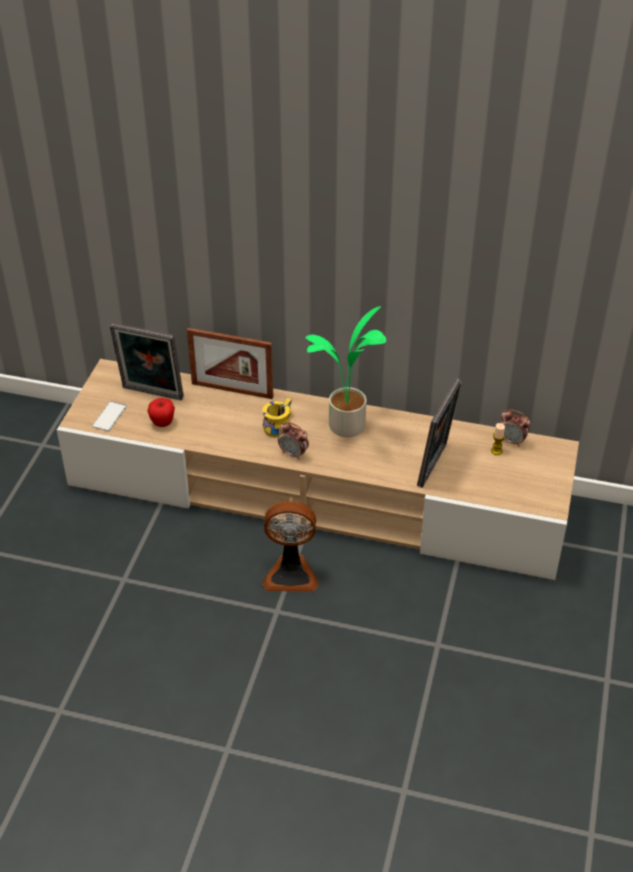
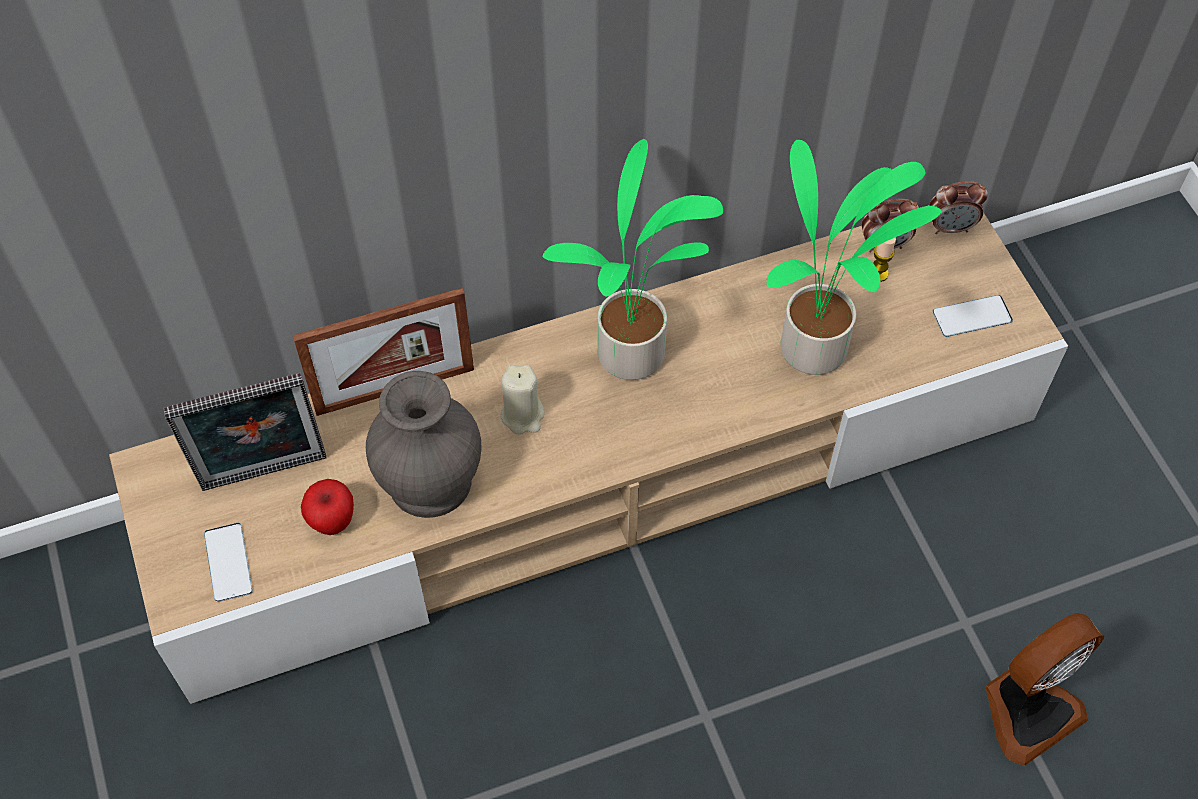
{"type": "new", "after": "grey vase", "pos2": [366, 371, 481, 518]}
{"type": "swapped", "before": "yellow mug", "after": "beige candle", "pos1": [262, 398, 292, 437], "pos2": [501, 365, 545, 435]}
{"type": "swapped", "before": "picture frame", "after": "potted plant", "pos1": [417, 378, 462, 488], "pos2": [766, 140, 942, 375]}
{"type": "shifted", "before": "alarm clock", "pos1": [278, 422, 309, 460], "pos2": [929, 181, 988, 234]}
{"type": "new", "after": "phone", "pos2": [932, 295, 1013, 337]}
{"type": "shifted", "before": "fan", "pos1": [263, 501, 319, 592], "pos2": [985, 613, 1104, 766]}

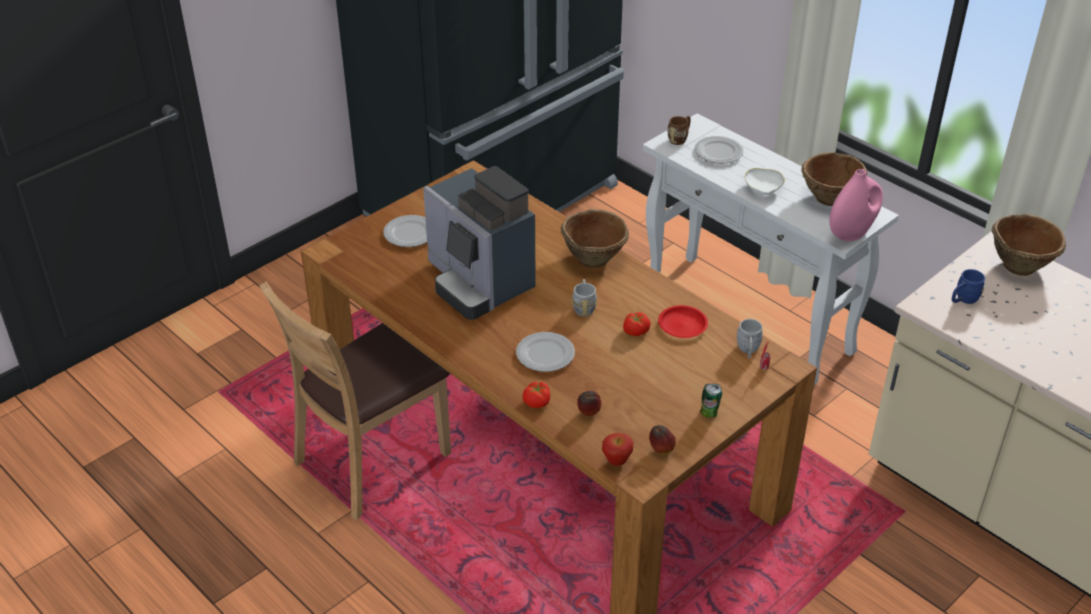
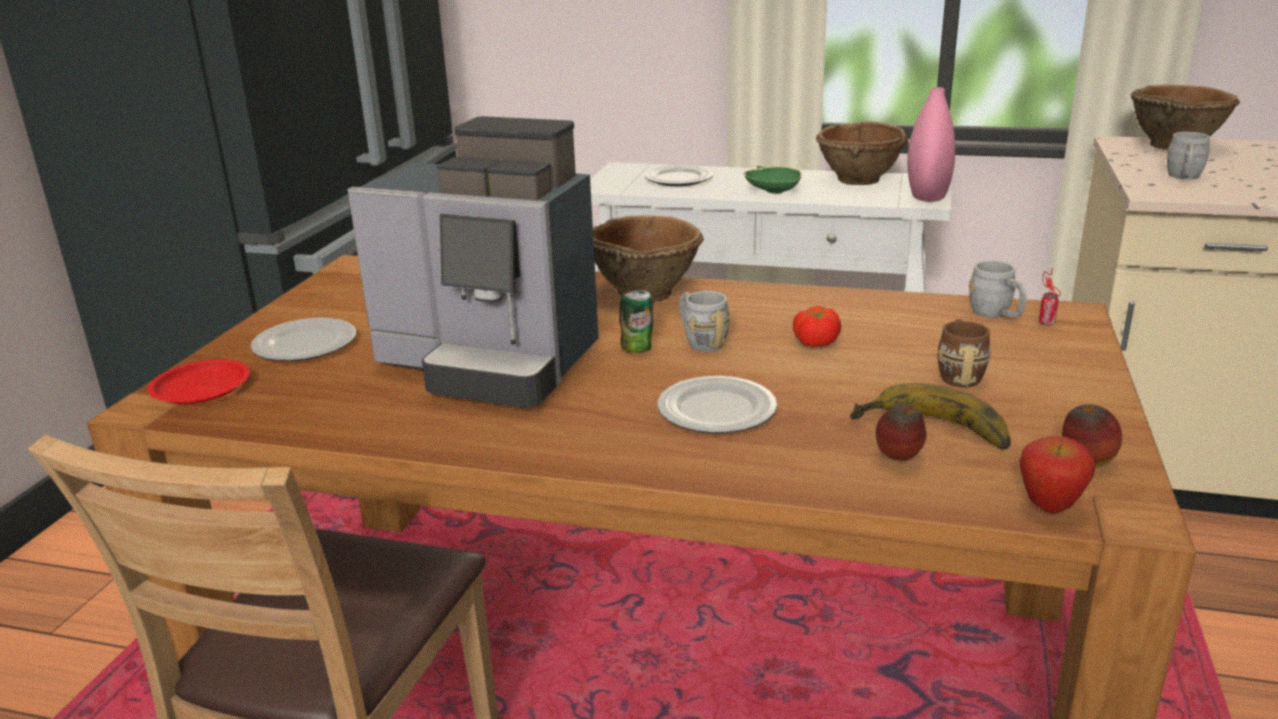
{"type": "shifted", "before": "red plate", "pos1": [658, 305, 708, 338], "pos2": [147, 359, 250, 404]}
{"type": "shifted", "before": "can", "pos1": [700, 384, 722, 418], "pos2": [619, 290, 653, 353]}
{"type": "repainted", "before": "white bowl", "after": "green bowl", "pos1": [744, 165, 785, 195], "pos2": [744, 166, 802, 194]}
{"type": "new", "after": "banana", "pos2": [850, 383, 1011, 450]}
{"type": "shifted", "before": "brown mug", "pos1": [667, 116, 691, 145], "pos2": [938, 319, 991, 387]}
{"type": "repainted", "before": "blue mug", "after": "grey mug", "pos1": [952, 269, 985, 304], "pos2": [1167, 132, 1210, 179]}
{"type": "gone", "before": "tomato", "pos1": [523, 382, 550, 408]}

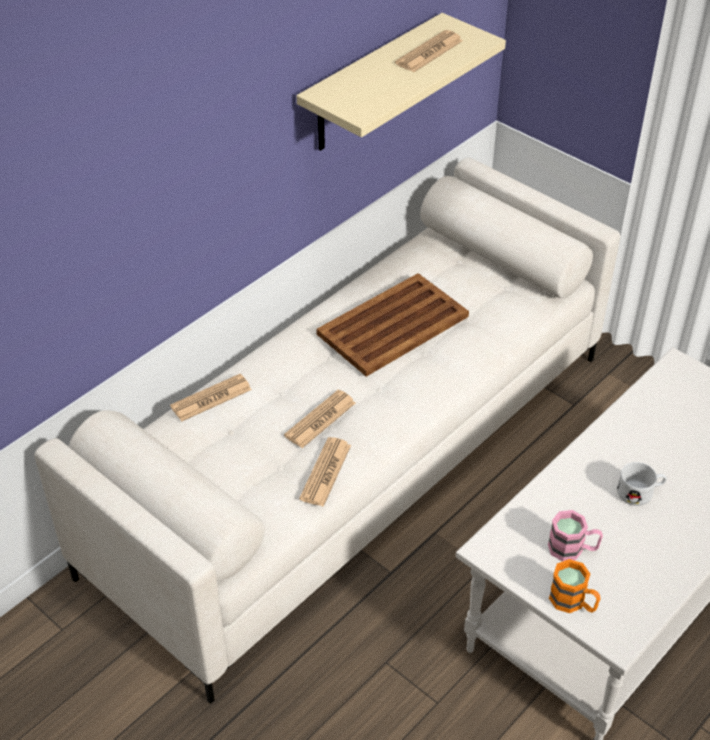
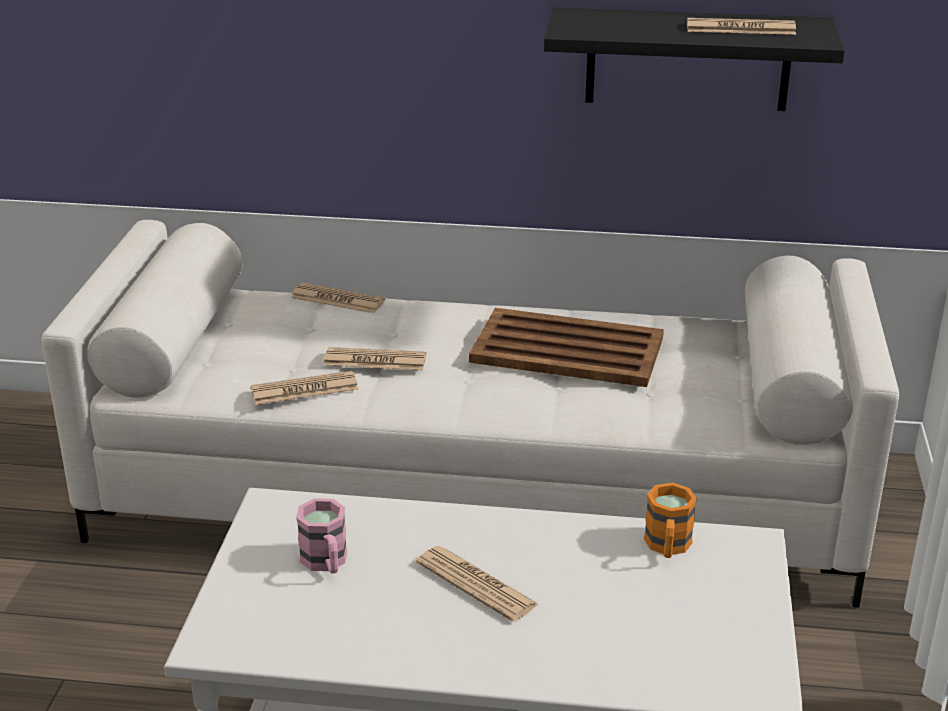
{"type": "swapped", "before": "white mug", "after": "newspaper", "pos1": [617, 462, 667, 506], "pos2": [416, 546, 539, 622]}
{"type": "repainted", "before": "beige shelf", "after": "black shelf", "pos1": [297, 13, 506, 151], "pos2": [544, 7, 845, 111]}
{"type": "shifted", "before": "orange mug", "pos1": [549, 559, 601, 613], "pos2": [644, 483, 697, 558]}

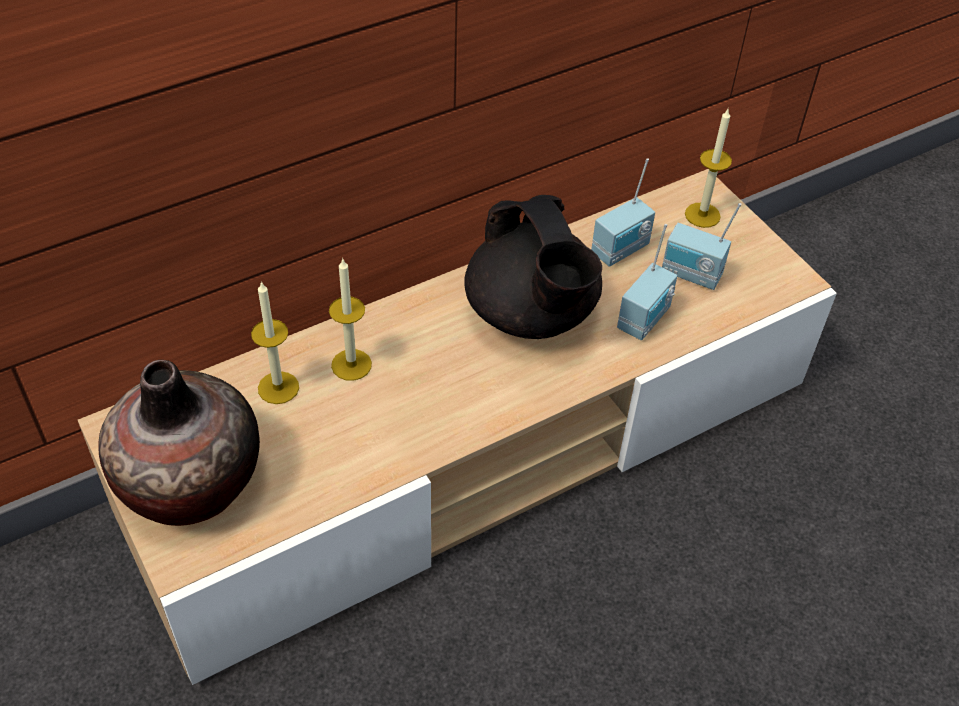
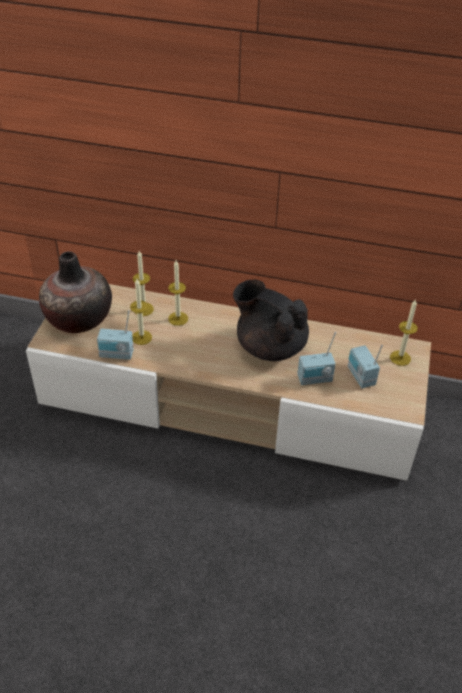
{"type": "shifted", "before": "radio", "pos1": [591, 158, 655, 267], "pos2": [97, 310, 134, 360]}
{"type": "new", "after": "candle", "pos2": [130, 279, 152, 345]}
{"type": "rotated", "before": "black teapot", "pos1": [464, 195, 602, 339], "pos2": [233, 280, 309, 361], "turn": 105}

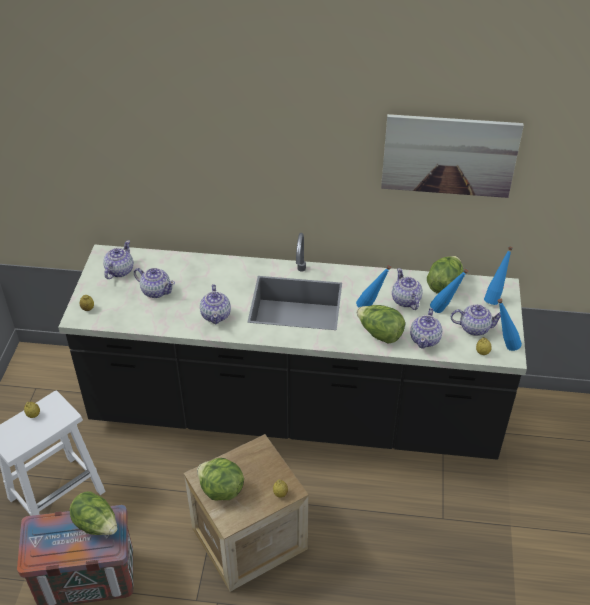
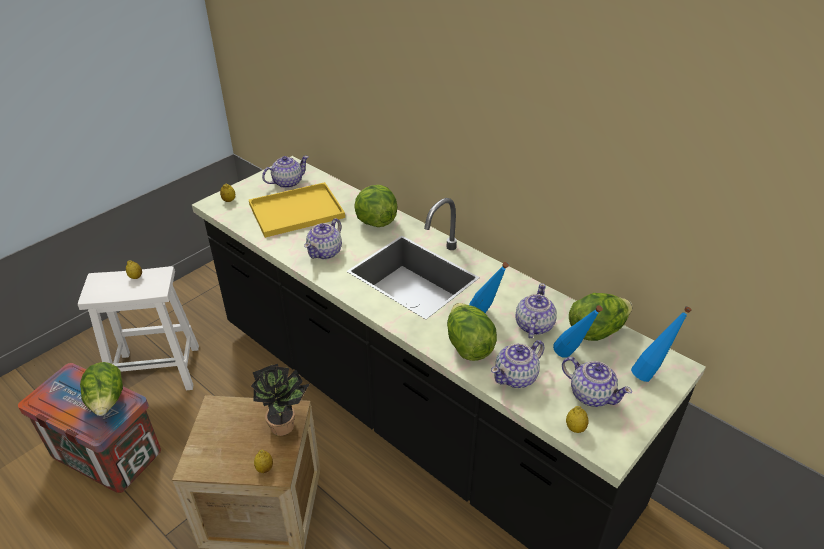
{"type": "swapped", "before": "teapot", "after": "yellow tray", "pos1": [134, 268, 175, 298], "pos2": [249, 182, 345, 238]}
{"type": "new", "after": "potted plant", "pos2": [251, 364, 309, 436]}
{"type": "shifted", "before": "lettuce", "pos1": [197, 458, 244, 500], "pos2": [354, 185, 397, 227]}
{"type": "gone", "before": "picture", "pos1": [381, 114, 524, 198]}
{"type": "gone", "before": "blue bottle", "pos1": [497, 298, 522, 351]}

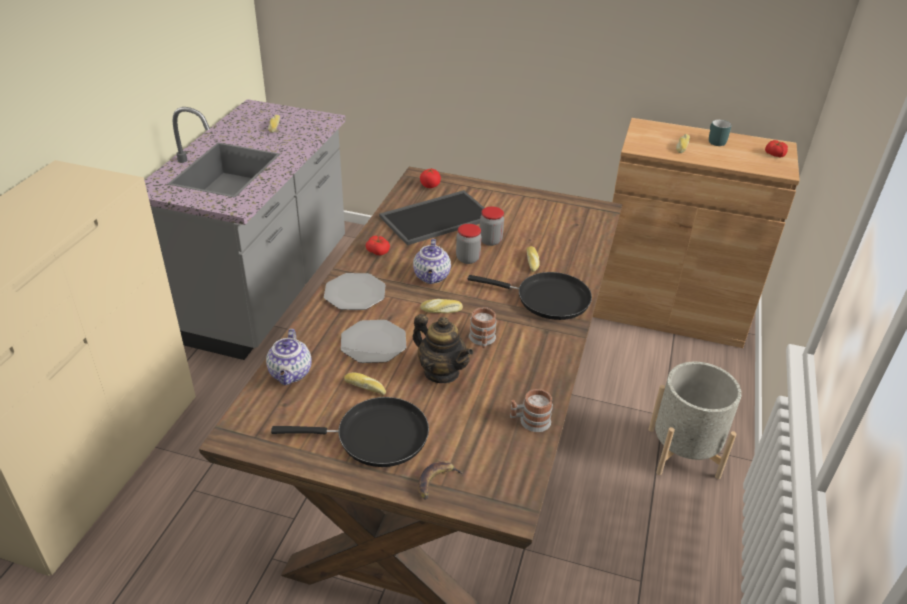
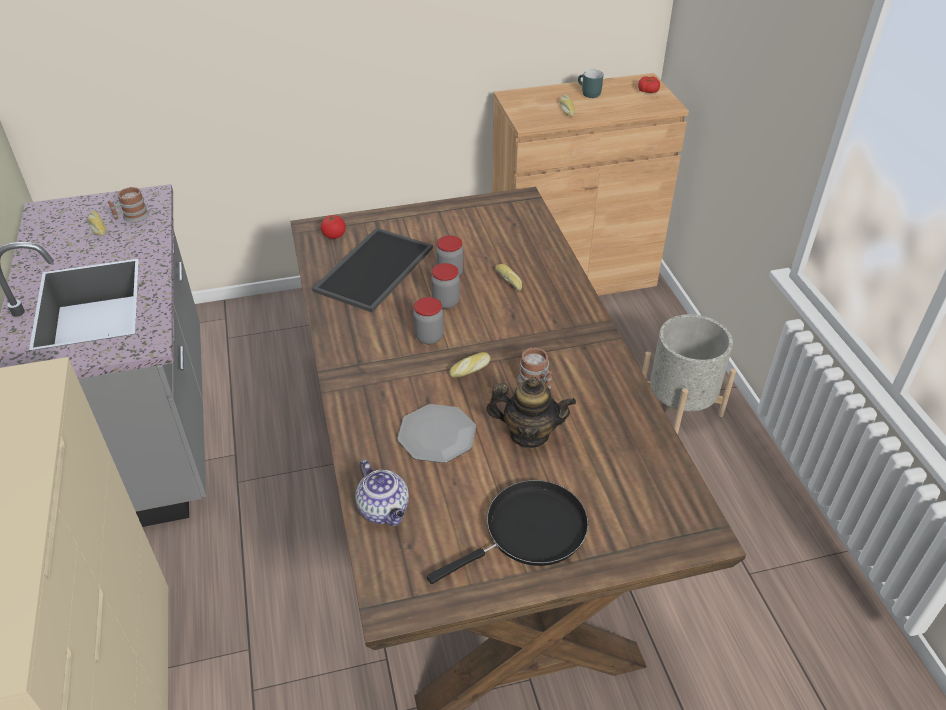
{"type": "shifted", "before": "mug", "pos1": [510, 389, 553, 432], "pos2": [107, 187, 149, 223]}
{"type": "swapped", "before": "teapot", "after": "jar", "pos1": [413, 239, 451, 284], "pos2": [413, 297, 444, 344]}
{"type": "gone", "before": "plate", "pos1": [324, 273, 385, 310]}
{"type": "gone", "before": "bread", "pos1": [344, 372, 386, 395]}
{"type": "gone", "before": "tomato", "pos1": [366, 236, 390, 255]}
{"type": "gone", "before": "banana", "pos1": [418, 461, 463, 500]}
{"type": "gone", "before": "black frying pan", "pos1": [468, 272, 592, 320]}

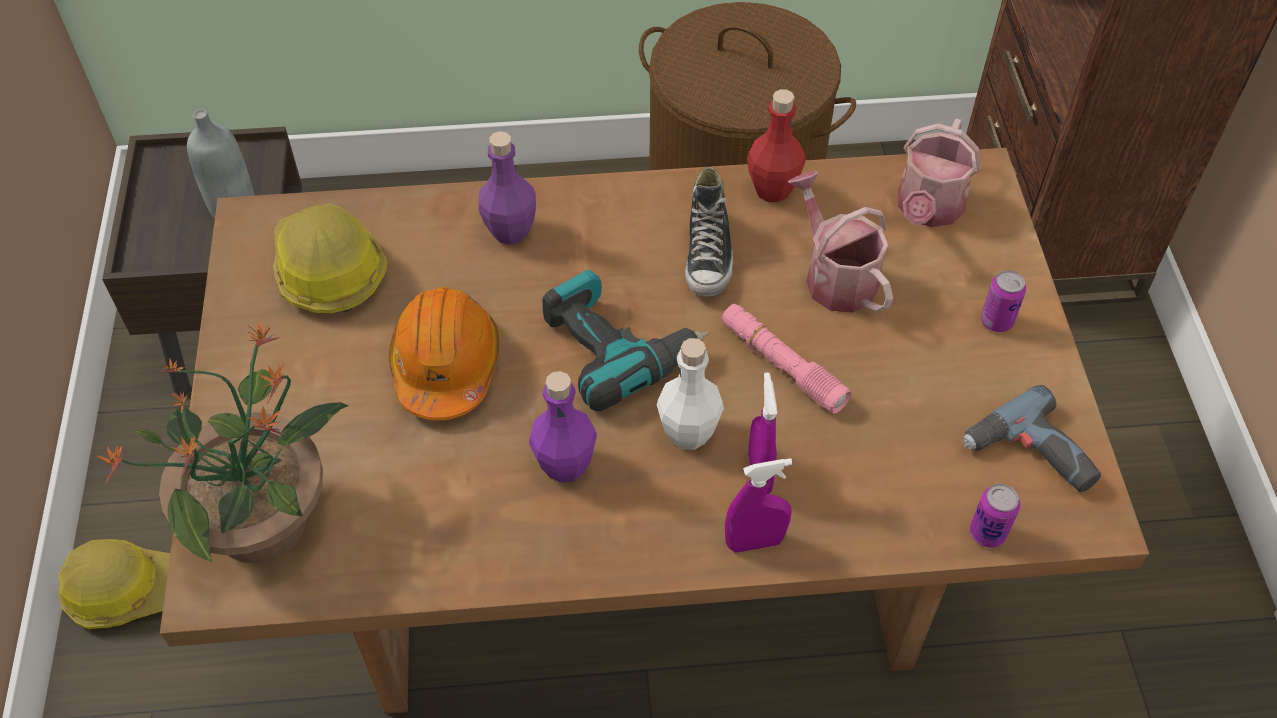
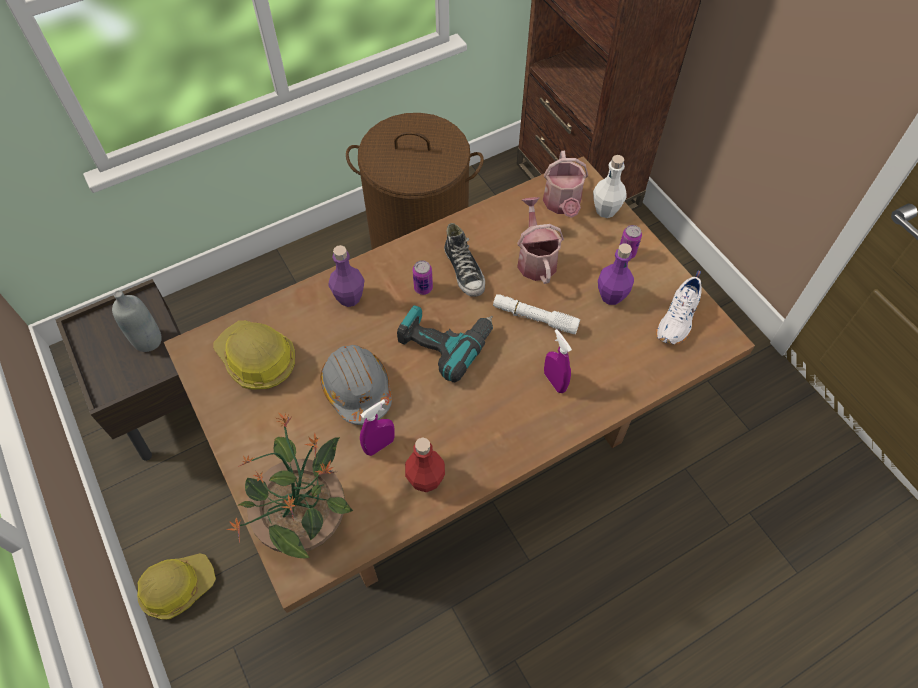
{"type": "repainted", "before": "orange hard hat", "after": "grey hard hat", "pos1": [389, 287, 499, 420], "pos2": [320, 345, 392, 425]}
{"type": "shifted", "before": "purple spray bottle", "pos1": [725, 458, 792, 553], "pos2": [360, 399, 395, 456]}
{"type": "shifted", "before": "red bottle", "pos1": [747, 89, 806, 202], "pos2": [405, 437, 445, 492]}
{"type": "shifted", "before": "can", "pos1": [970, 484, 1020, 548], "pos2": [413, 260, 433, 295]}
{"type": "repainted", "before": "pink flashlight", "after": "white flashlight", "pos1": [722, 304, 851, 414], "pos2": [493, 294, 580, 334]}
{"type": "rotated", "before": "watering can", "pos1": [788, 171, 894, 313], "pos2": [517, 197, 564, 284], "turn": 45}
{"type": "shifted", "before": "white bottle", "pos1": [657, 338, 724, 450], "pos2": [593, 155, 627, 218]}
{"type": "shifted", "before": "purple bottle", "pos1": [529, 371, 597, 483], "pos2": [598, 244, 634, 305]}
{"type": "swapped", "before": "power drill", "after": "white shoe", "pos1": [963, 385, 1101, 492], "pos2": [656, 271, 702, 345]}

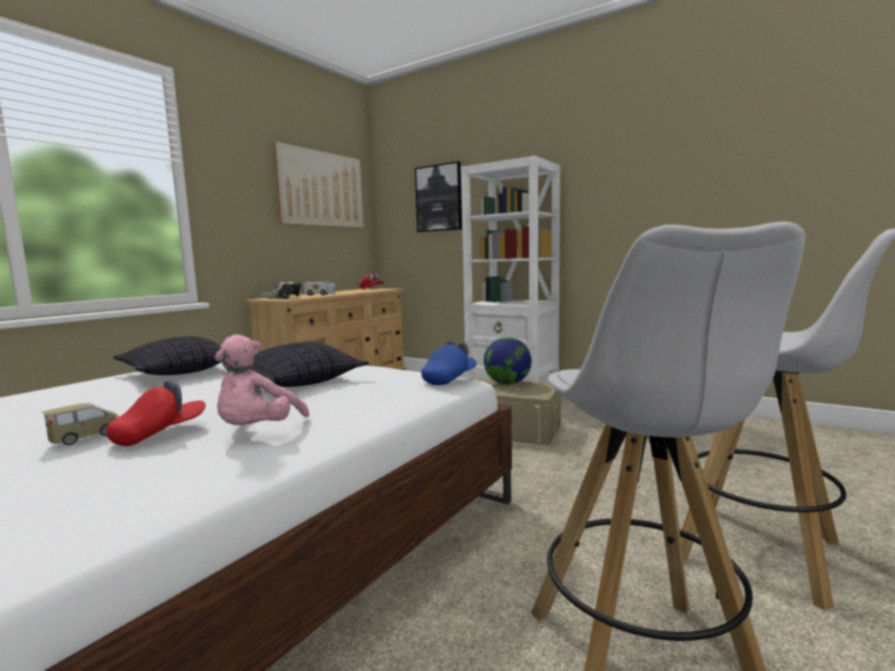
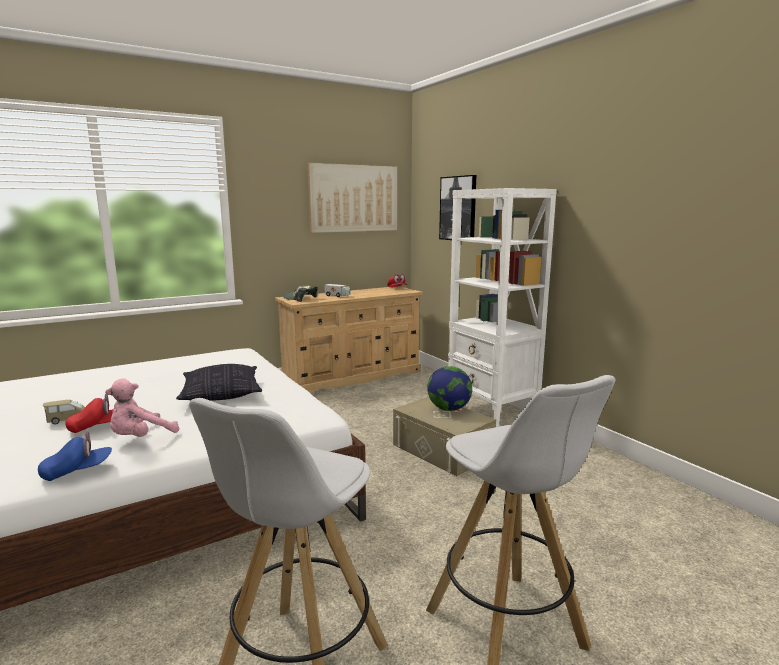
{"type": "shifted", "before": "blue cap", "pos1": [421, 341, 477, 385], "pos2": [38, 432, 112, 481]}
{"type": "gone", "before": "pillow", "pos1": [113, 336, 221, 375]}

